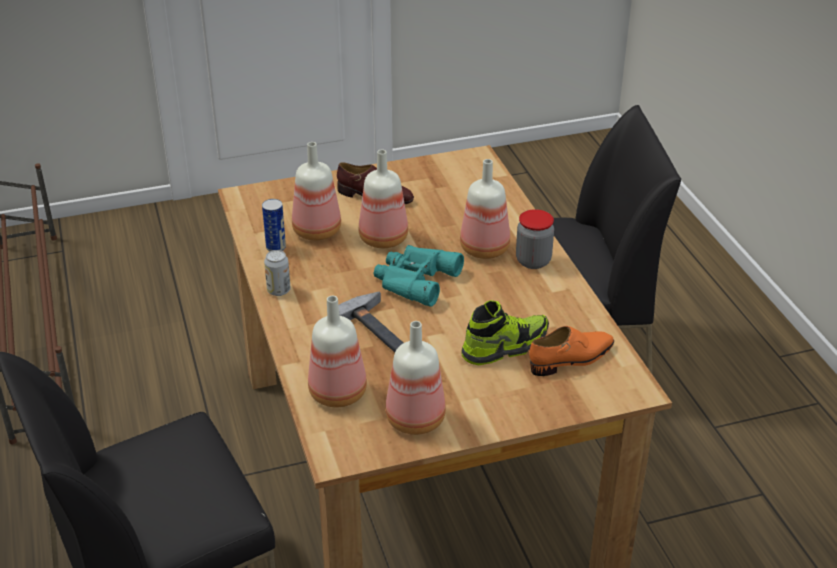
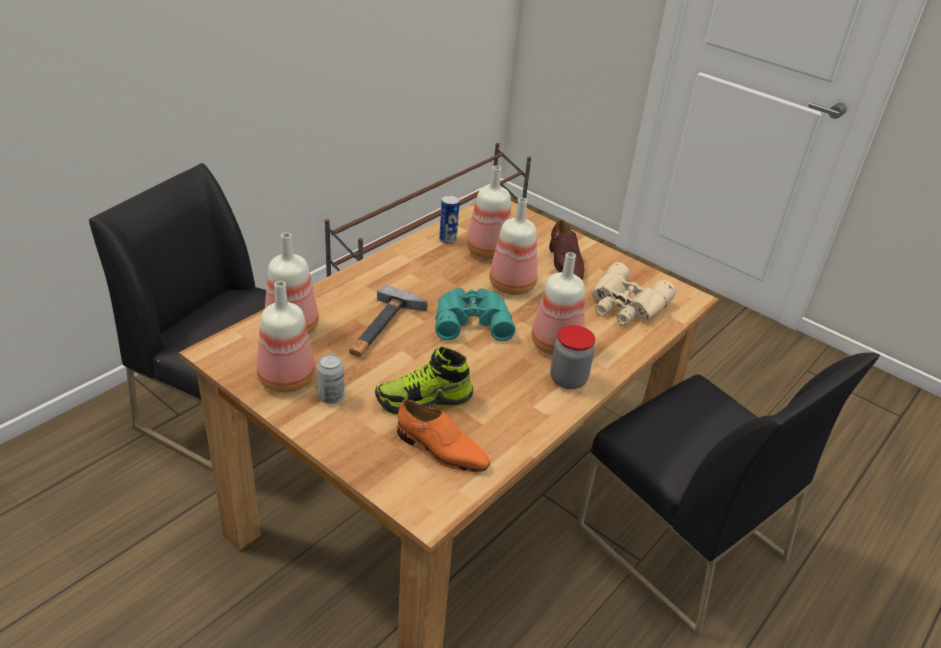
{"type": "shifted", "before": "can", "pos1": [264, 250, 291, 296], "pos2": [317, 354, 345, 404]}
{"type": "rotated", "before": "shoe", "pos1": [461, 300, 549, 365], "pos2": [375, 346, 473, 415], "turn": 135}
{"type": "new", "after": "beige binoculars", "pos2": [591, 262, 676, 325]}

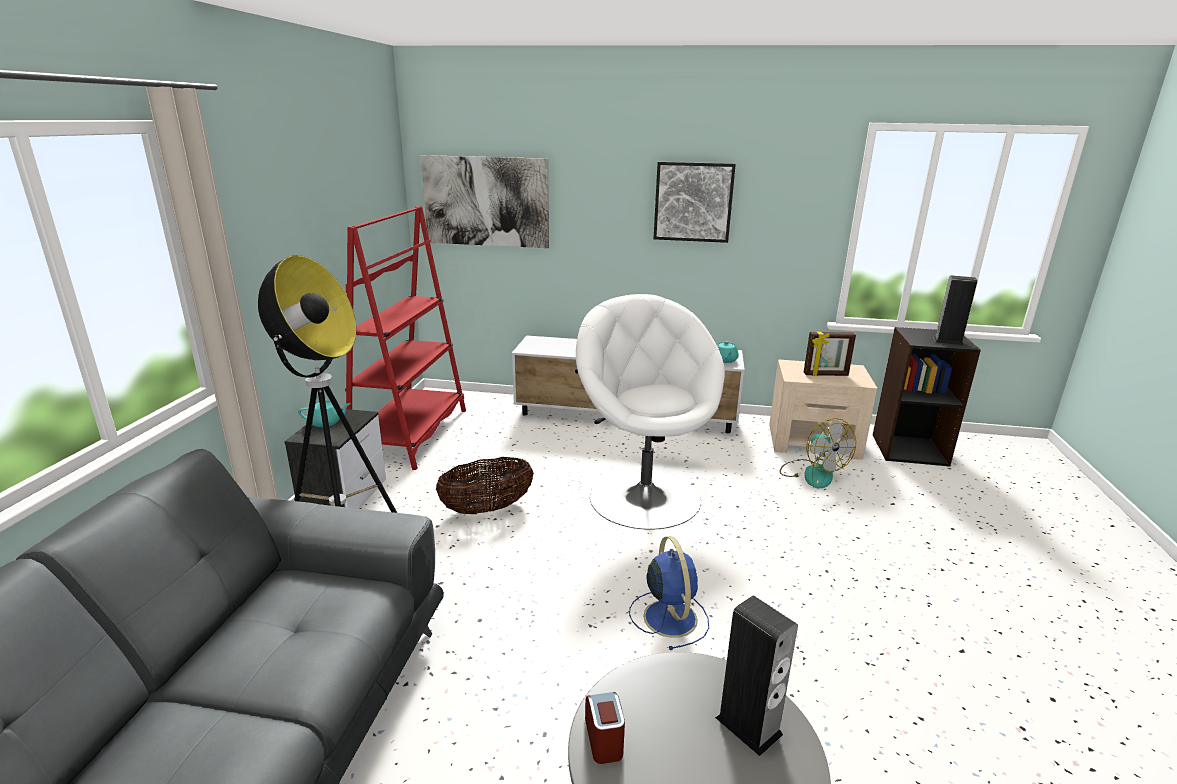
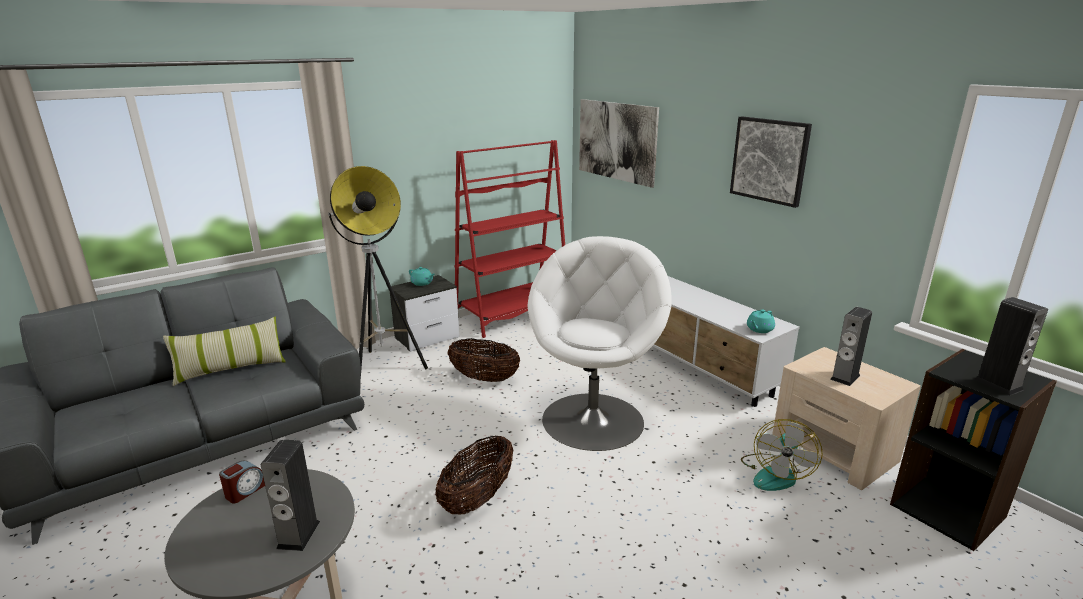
{"type": "new", "after": "pillow", "pos2": [163, 316, 286, 386]}
{"type": "swapped", "before": "blue fan", "after": "basket", "pos1": [629, 536, 709, 650], "pos2": [435, 435, 513, 515]}
{"type": "swapped", "before": "picture frame", "after": "speaker", "pos1": [804, 332, 856, 376], "pos2": [830, 307, 872, 386]}

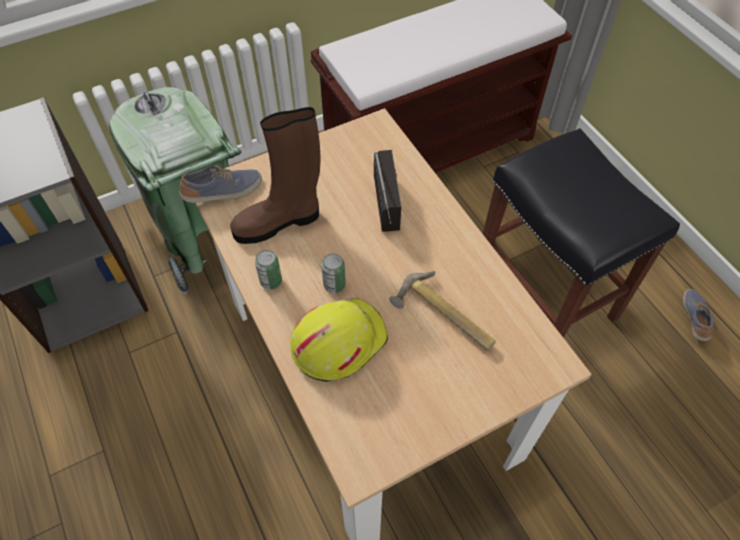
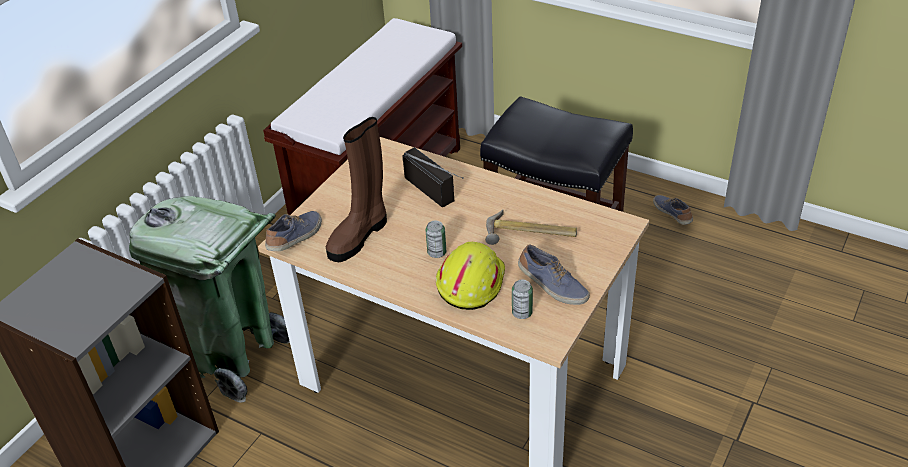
{"type": "shifted", "before": "can", "pos1": [255, 250, 282, 290], "pos2": [512, 280, 533, 319]}
{"type": "new", "after": "shoe", "pos2": [518, 245, 590, 305]}

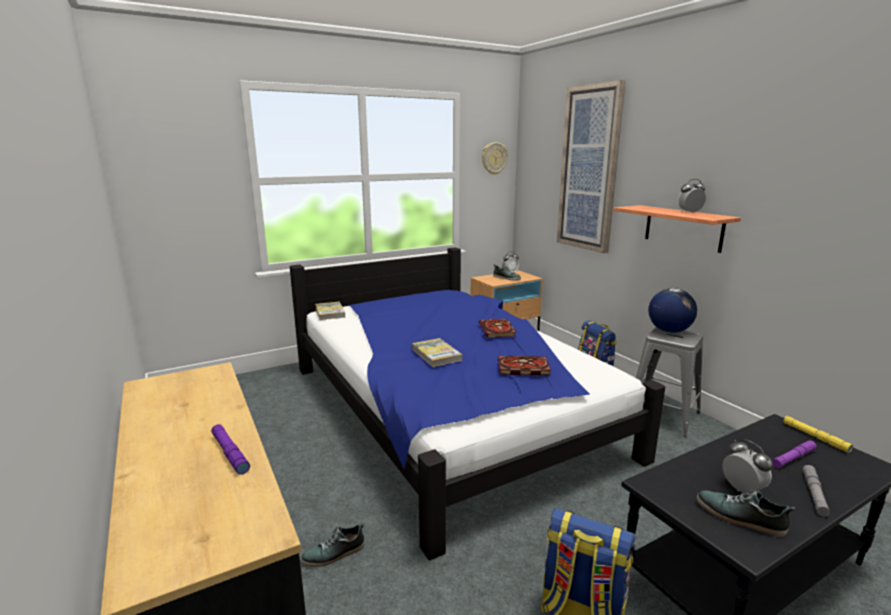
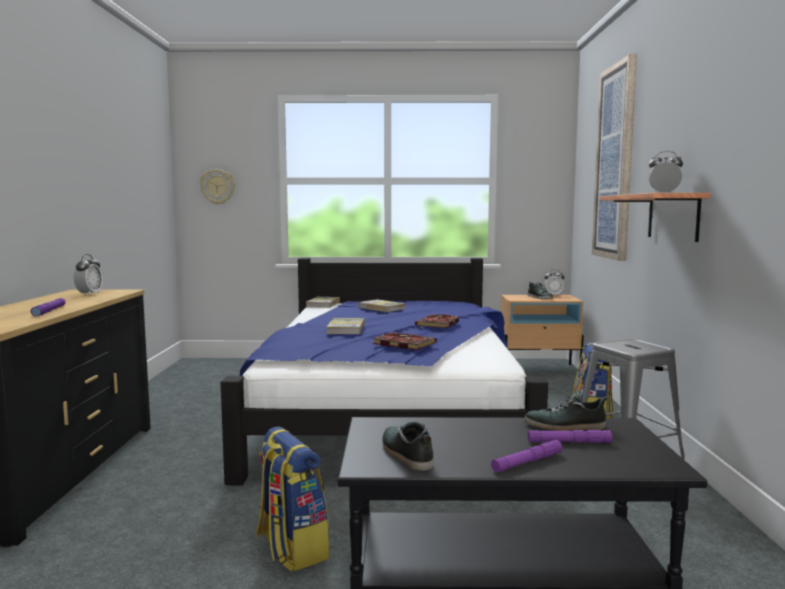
{"type": "shifted", "before": "alarm clock", "pos1": [722, 439, 773, 494], "pos2": [74, 254, 103, 296]}
{"type": "shifted", "before": "wall clock", "pos1": [482, 142, 508, 175], "pos2": [200, 169, 235, 205]}
{"type": "new", "after": "book", "pos2": [358, 299, 406, 312]}
{"type": "repainted", "before": "grey flashlight", "after": "purple flashlight", "pos1": [803, 465, 830, 516], "pos2": [491, 440, 562, 473]}
{"type": "shifted", "before": "shoe", "pos1": [301, 523, 364, 567], "pos2": [524, 394, 608, 431]}
{"type": "gone", "before": "globe", "pos1": [648, 288, 697, 333]}
{"type": "gone", "before": "yellow flashlight", "pos1": [783, 416, 853, 453]}

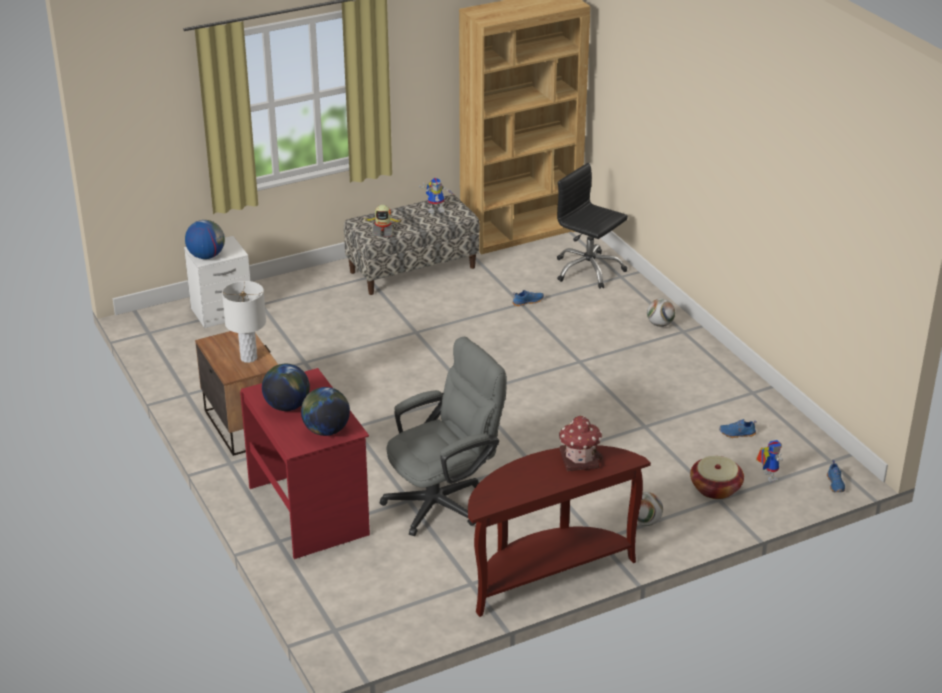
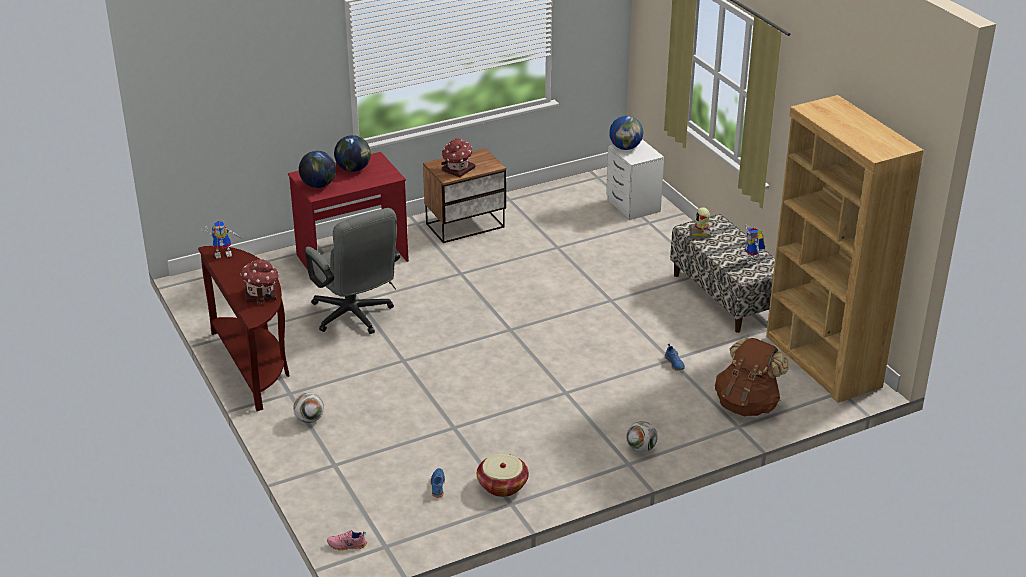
{"type": "shifted", "before": "toy robot", "pos1": [756, 440, 783, 482], "pos2": [201, 221, 243, 259]}
{"type": "repainted", "before": "blue shoe", "after": "pink shoe", "pos1": [827, 460, 845, 492], "pos2": [327, 530, 367, 551]}
{"type": "swapped", "before": "white table lamp", "after": "toy house", "pos1": [222, 281, 266, 363], "pos2": [442, 138, 475, 177]}
{"type": "shifted", "before": "basket", "pos1": [690, 456, 744, 499], "pos2": [477, 454, 529, 497]}
{"type": "swapped", "before": "black office chair", "after": "brown backpack", "pos1": [557, 163, 628, 289], "pos2": [715, 337, 790, 416]}

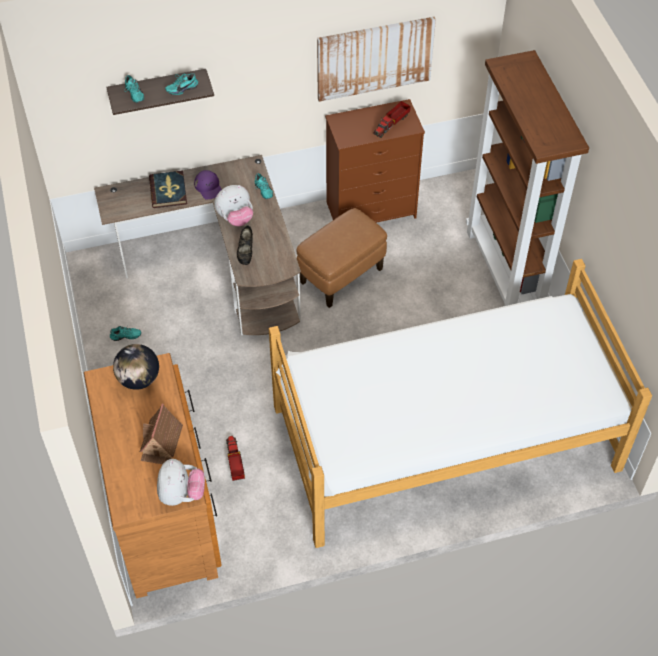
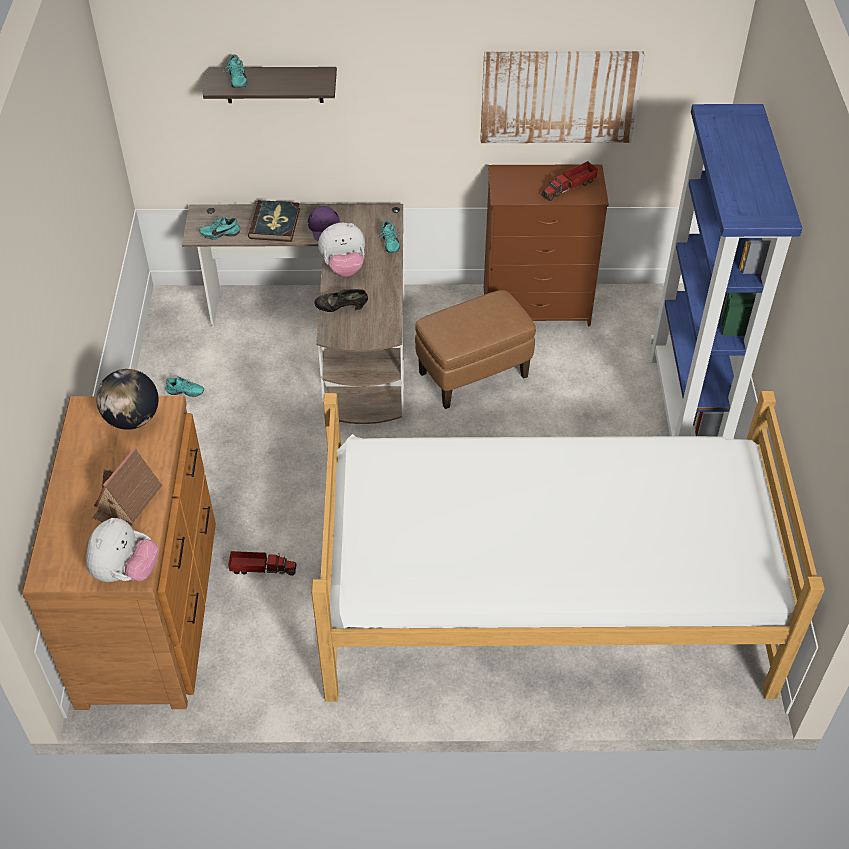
{"type": "shifted", "before": "turquoise shoe", "pos1": [165, 73, 198, 95], "pos2": [200, 216, 240, 240]}
{"type": "rotated", "before": "toy truck", "pos1": [226, 436, 245, 481], "pos2": [228, 551, 296, 576], "turn": 90}
{"type": "rotated", "before": "black shoe", "pos1": [237, 226, 253, 265], "pos2": [314, 289, 368, 312], "turn": 75}
{"type": "repainted", "before": "brown bookcase", "after": "blue bookcase", "pos1": [466, 50, 589, 306], "pos2": [650, 104, 802, 439]}

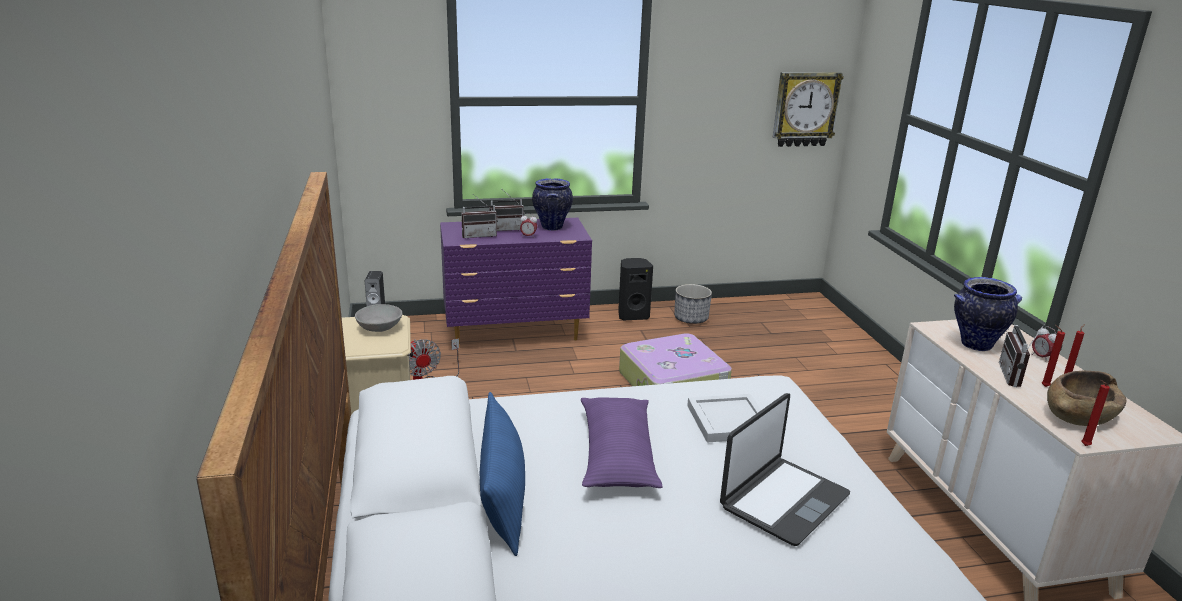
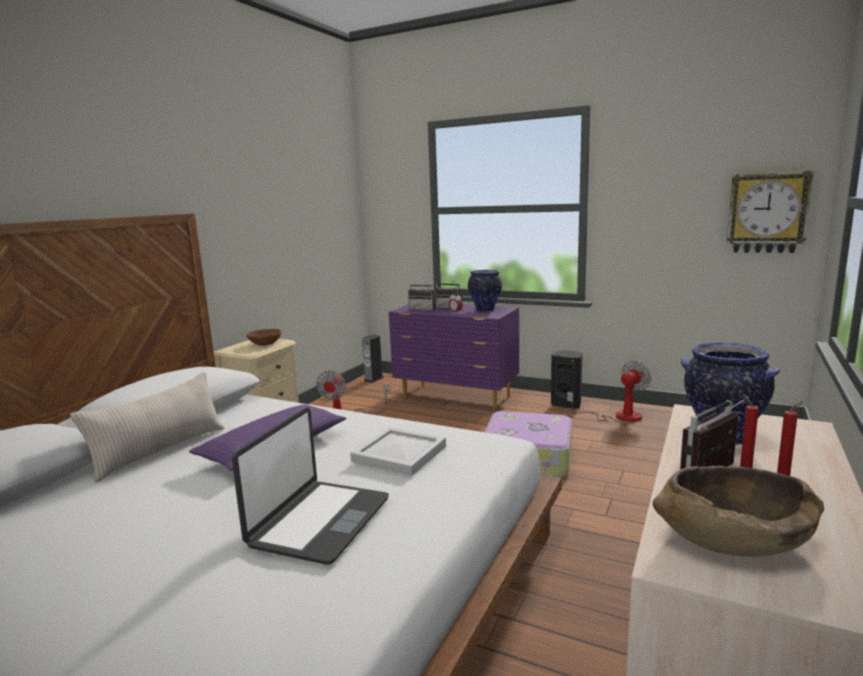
{"type": "repainted", "before": "blue pillow", "after": "beige pillow", "pos1": [480, 392, 525, 556], "pos2": [70, 372, 225, 483]}
{"type": "rotated", "before": "laptop", "pos1": [720, 393, 850, 546], "pos2": [232, 407, 389, 565], "turn": -60}
{"type": "repainted", "before": "grey bowl", "after": "brown bowl", "pos1": [355, 304, 402, 332], "pos2": [246, 329, 282, 345]}
{"type": "swapped", "before": "planter", "after": "fan", "pos1": [674, 284, 712, 324], "pos2": [567, 361, 651, 422]}
{"type": "gone", "before": "alarm clock", "pos1": [1032, 326, 1057, 360]}
{"type": "gone", "before": "red candle", "pos1": [1081, 380, 1110, 446]}

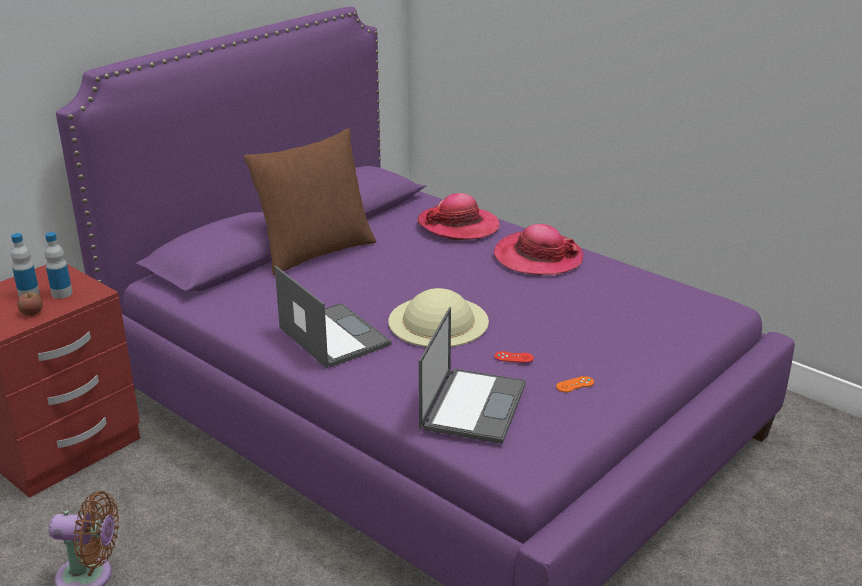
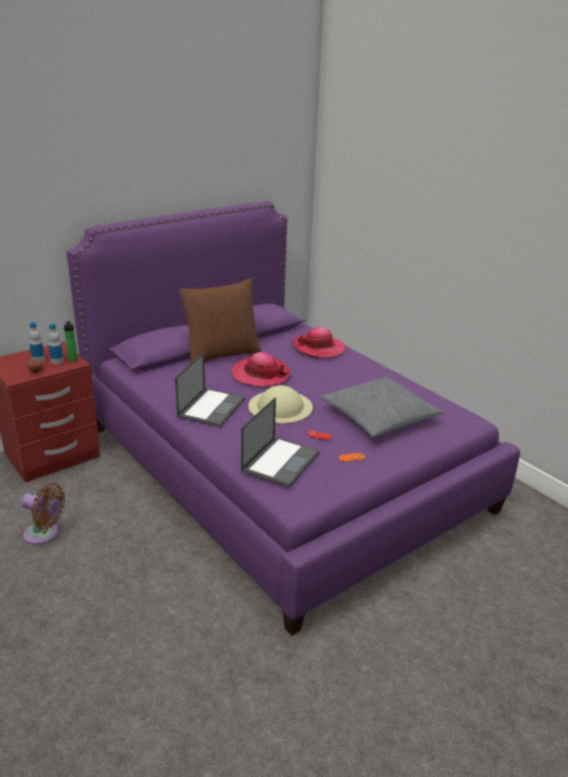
{"type": "new", "after": "bottle", "pos2": [64, 321, 78, 362]}
{"type": "rotated", "before": "laptop", "pos1": [275, 266, 391, 368], "pos2": [175, 352, 245, 427], "turn": 45}
{"type": "shifted", "before": "hat", "pos1": [494, 224, 583, 276], "pos2": [232, 352, 290, 387]}
{"type": "new", "after": "grey pillow", "pos2": [320, 377, 444, 437]}

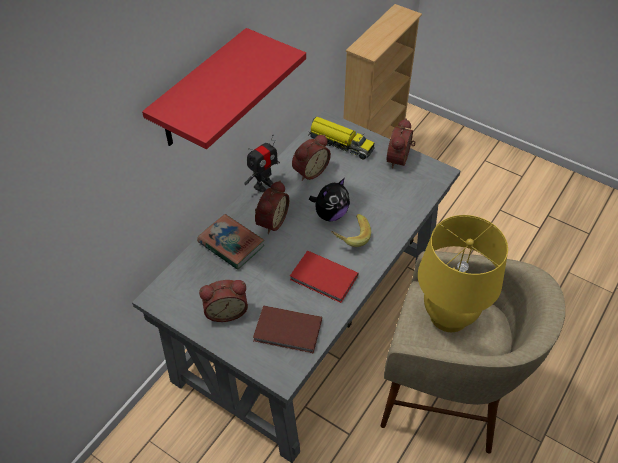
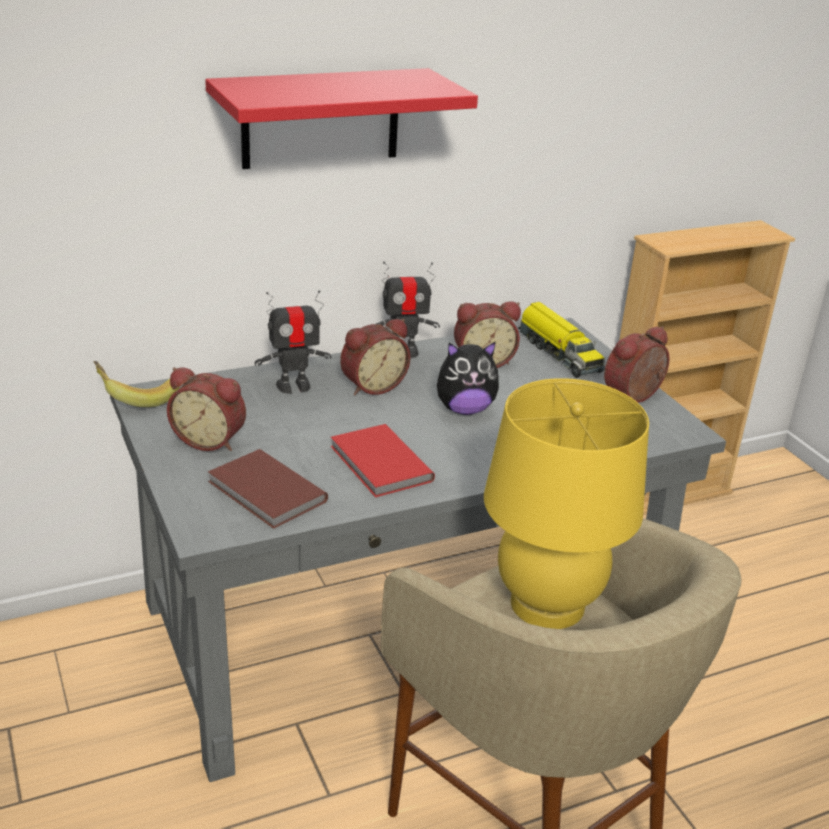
{"type": "shifted", "before": "banana", "pos1": [331, 214, 371, 247], "pos2": [94, 361, 180, 407]}
{"type": "swapped", "before": "book", "after": "toy robot", "pos1": [197, 214, 264, 269], "pos2": [254, 290, 332, 394]}

